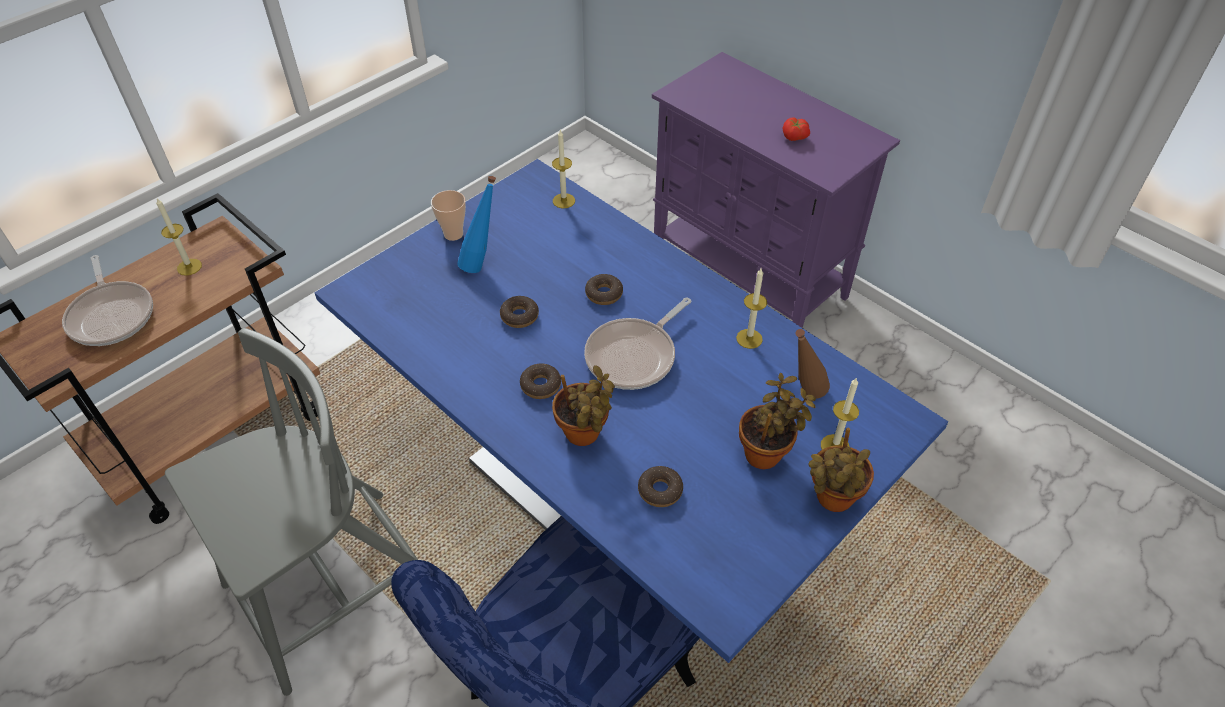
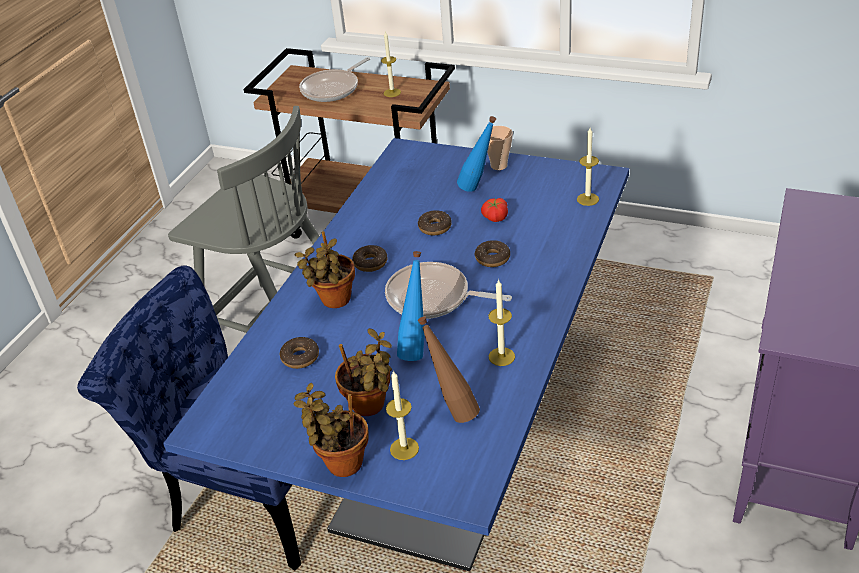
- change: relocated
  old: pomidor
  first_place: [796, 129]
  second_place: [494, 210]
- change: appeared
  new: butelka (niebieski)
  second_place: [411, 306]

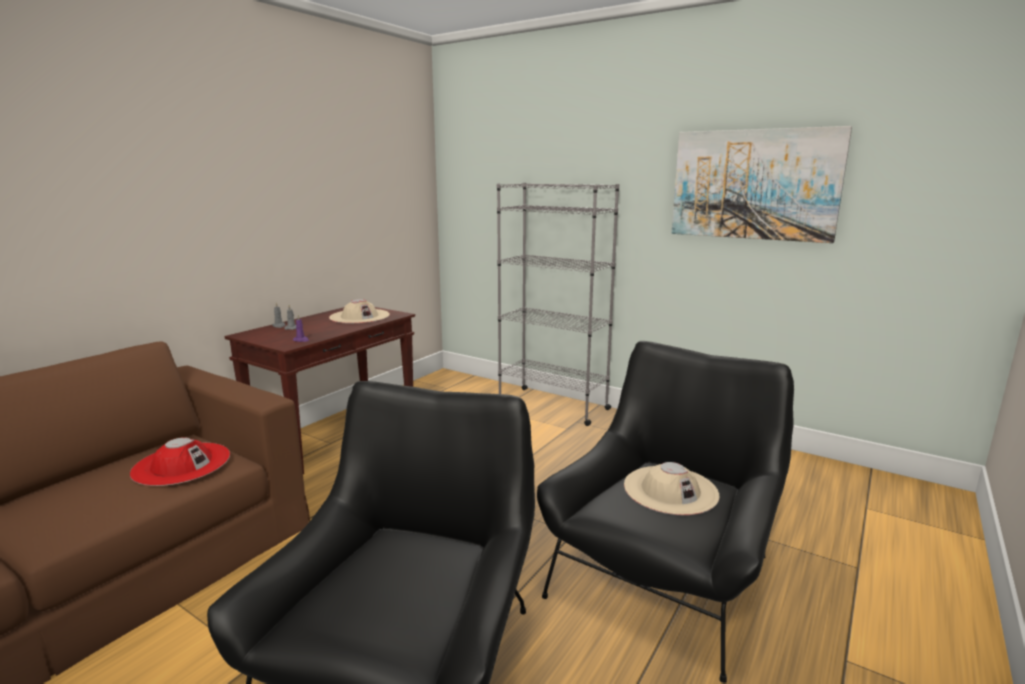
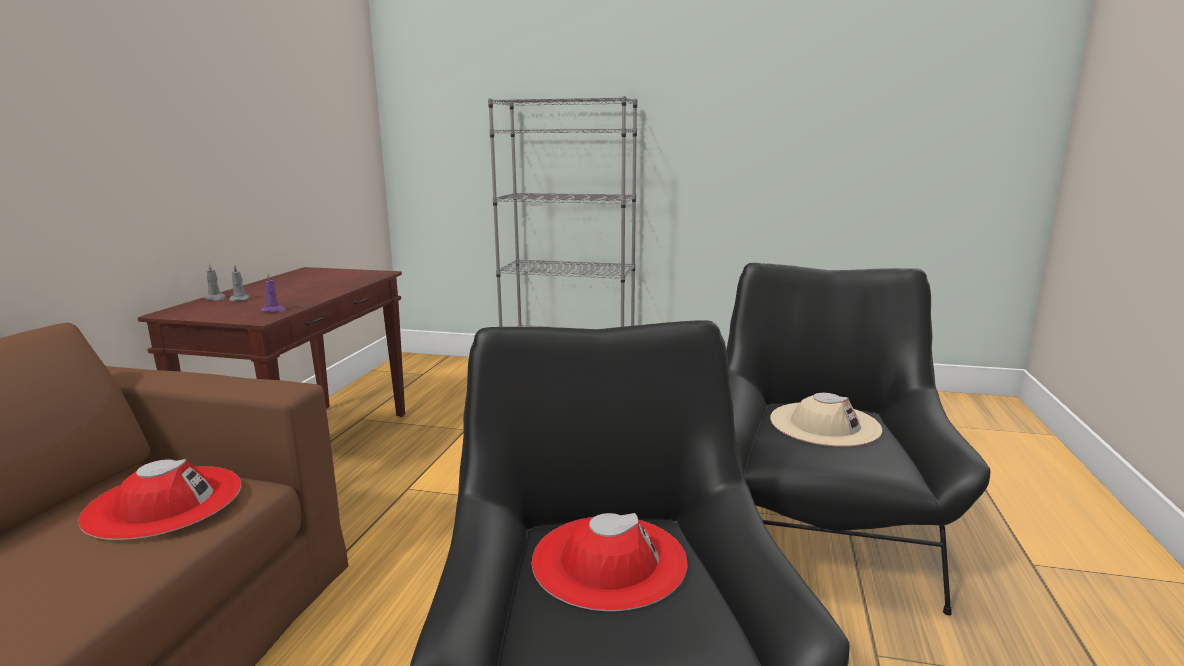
- change: missing
  old: obraz
  first_place: [762, 184]
- change: missing
  old: kapelusz (beżowy)
  first_place: [359, 311]
- change: appeared
  new: kapelusz (czerwony)
  second_place: [609, 562]

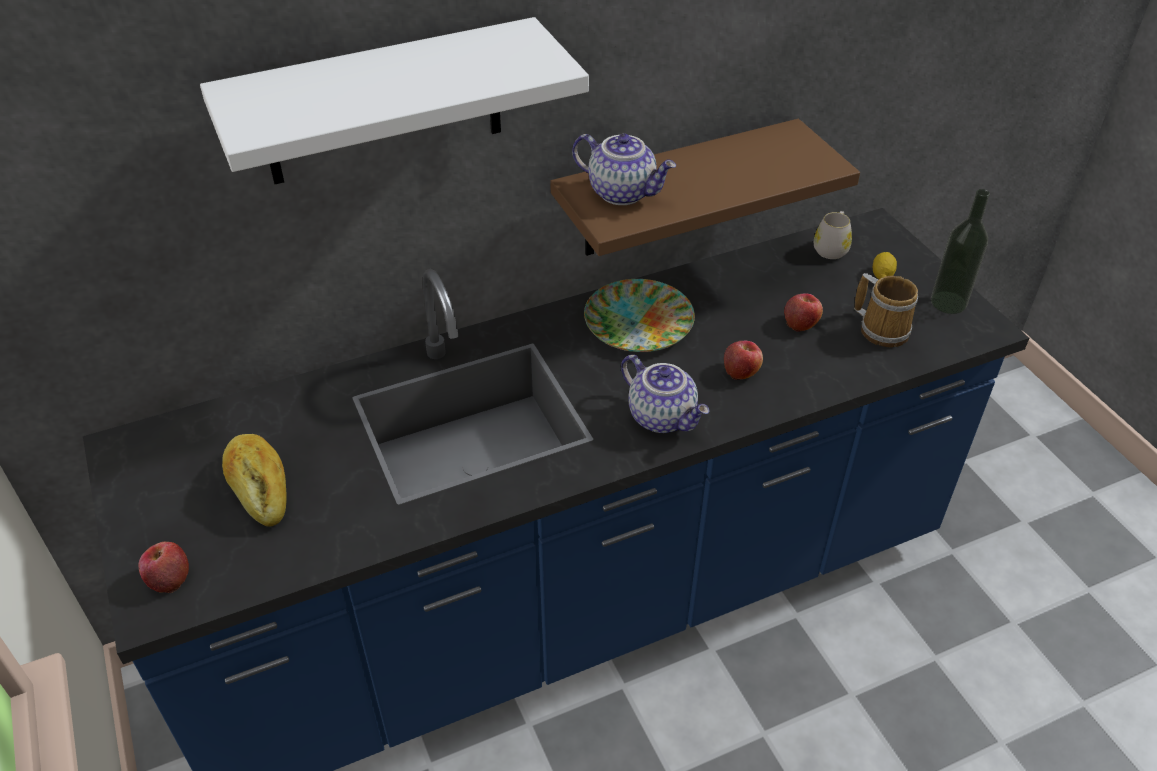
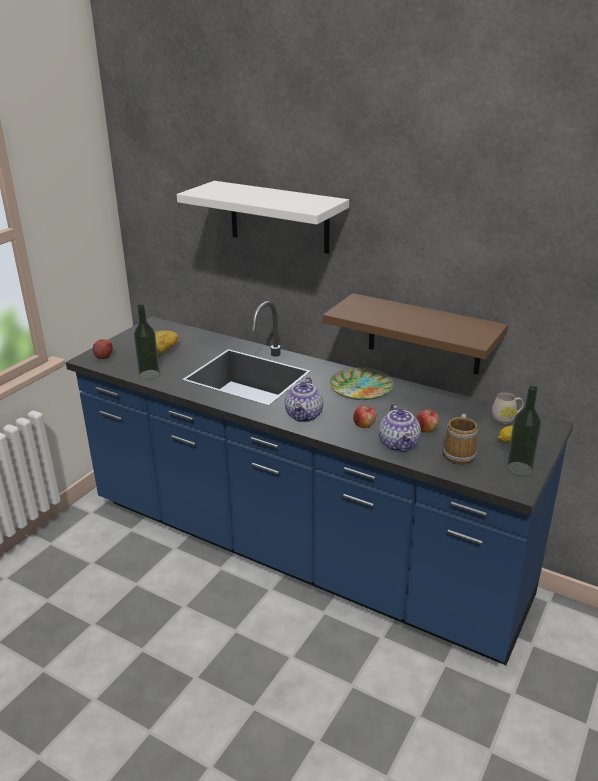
- change: relocated
  old: imbryk
  first_place: [624, 169]
  second_place: [400, 427]
- change: appeared
  new: butelka
  second_place: [147, 341]

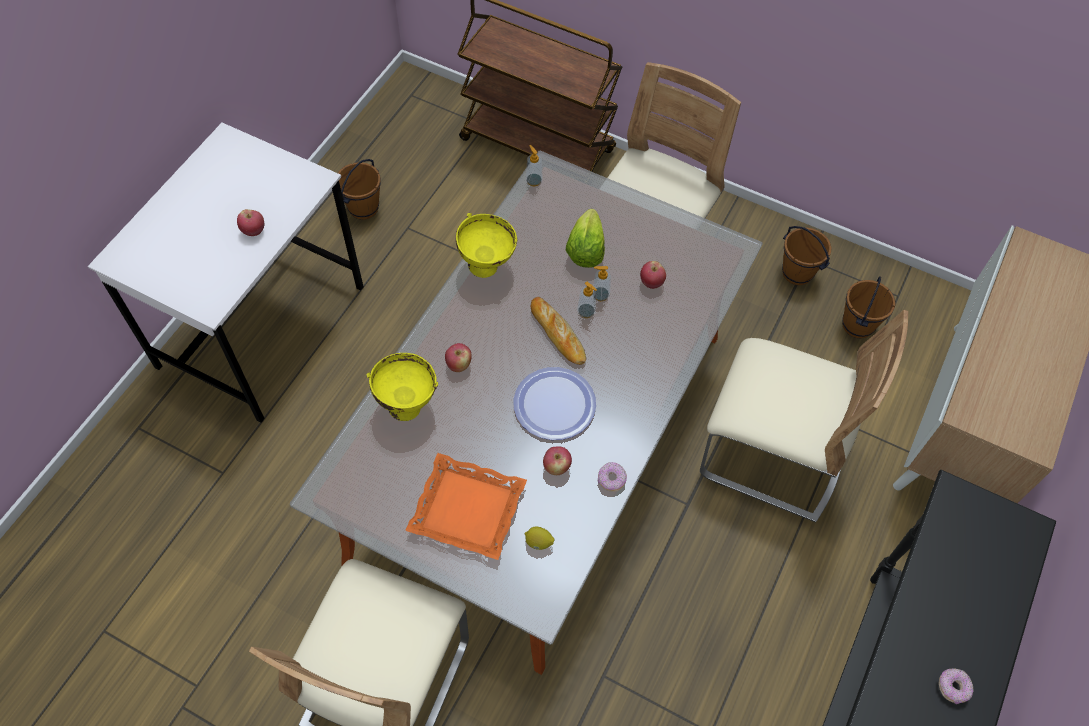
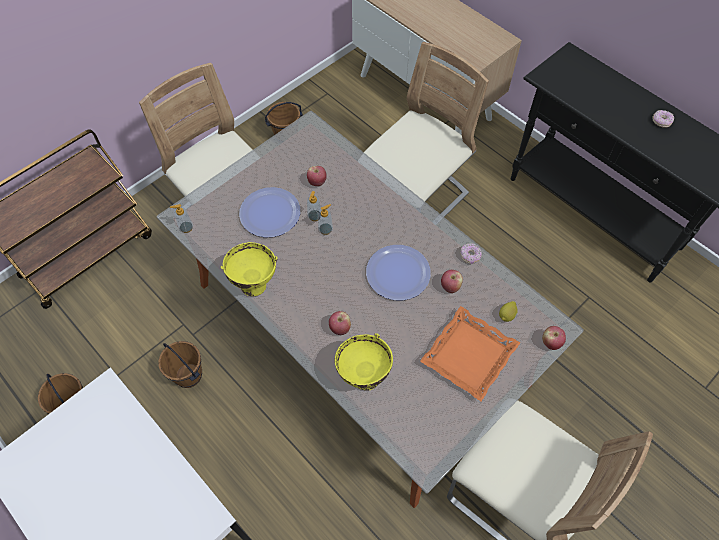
- change: relocated
  old: jabłko
  first_place: [250, 222]
  second_place: [554, 338]
- change: exchanged
  old: sałata
  new: talerz
  first_place: [585, 238]
  second_place: [269, 212]
- change: relocated
  old: wiadro (brązowy)
  first_place: [868, 307]
  second_place: [180, 364]
- change: missing
  old: chleb
  first_place: [558, 331]

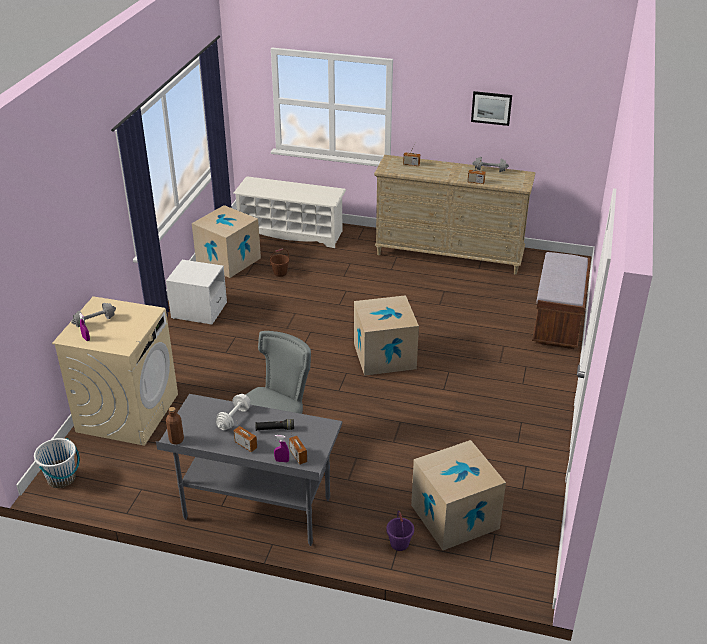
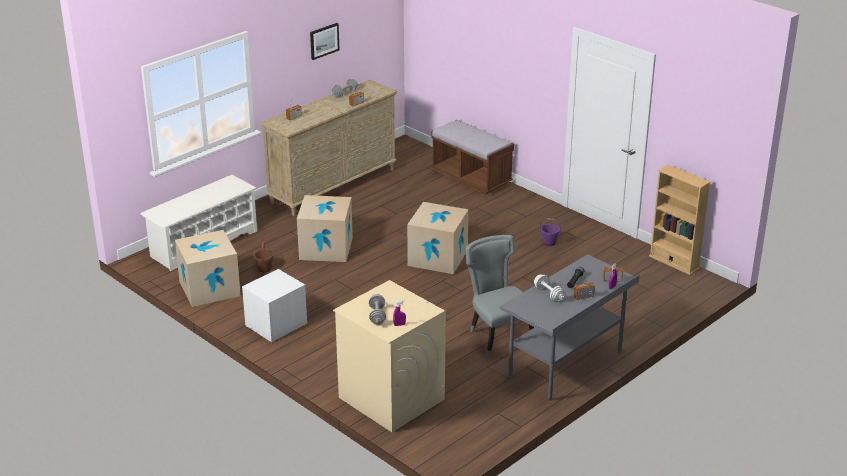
- change: missing
  old: butelka (brązowy)
  first_place: [175, 426]
- change: missing
  old: wiadro (biały)
  first_place: [57, 463]
- change: relocated
  old: karton
  first_place: [458, 495]
  second_place: [325, 228]
- change: relocated
  old: wiadro (fioletowy)
  first_place: [400, 531]
  second_place: [550, 232]
- change: appeared
  new: regał (beżowy)
  second_place: [680, 220]

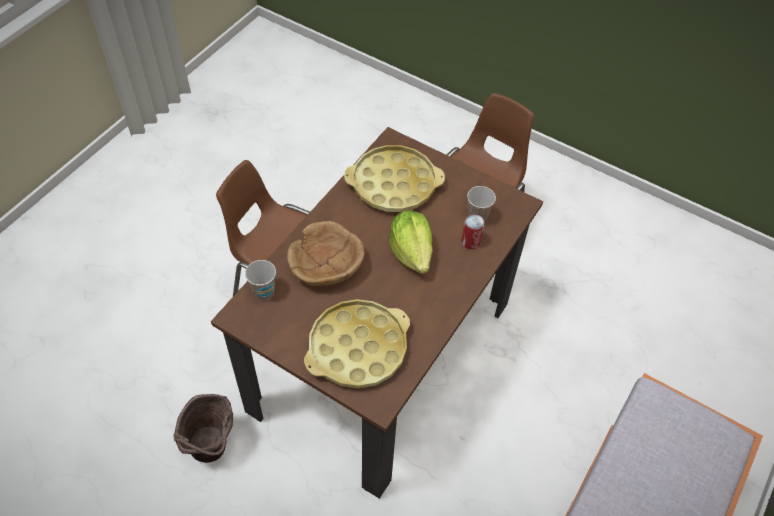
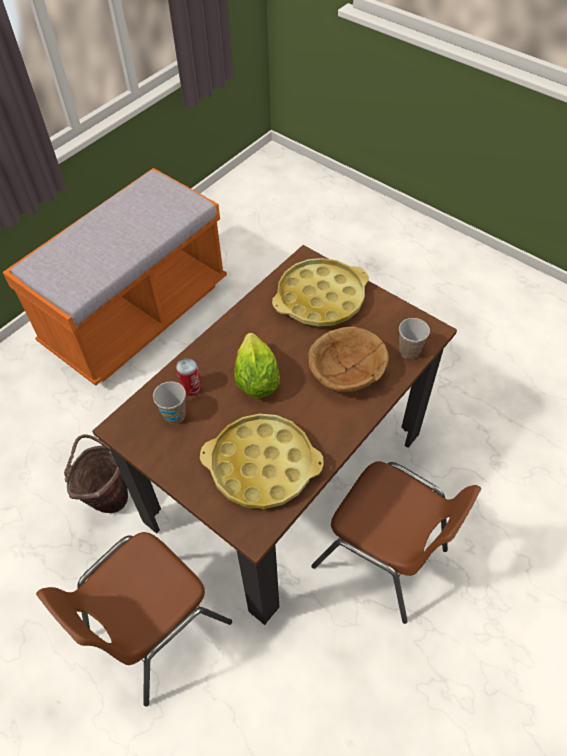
- change: relocated
  old: wiadro (brązowy)
  first_place: [203, 428]
  second_place: [96, 473]

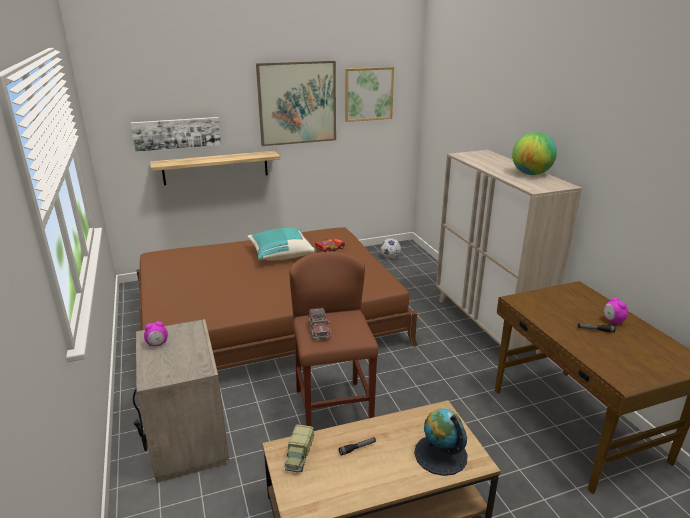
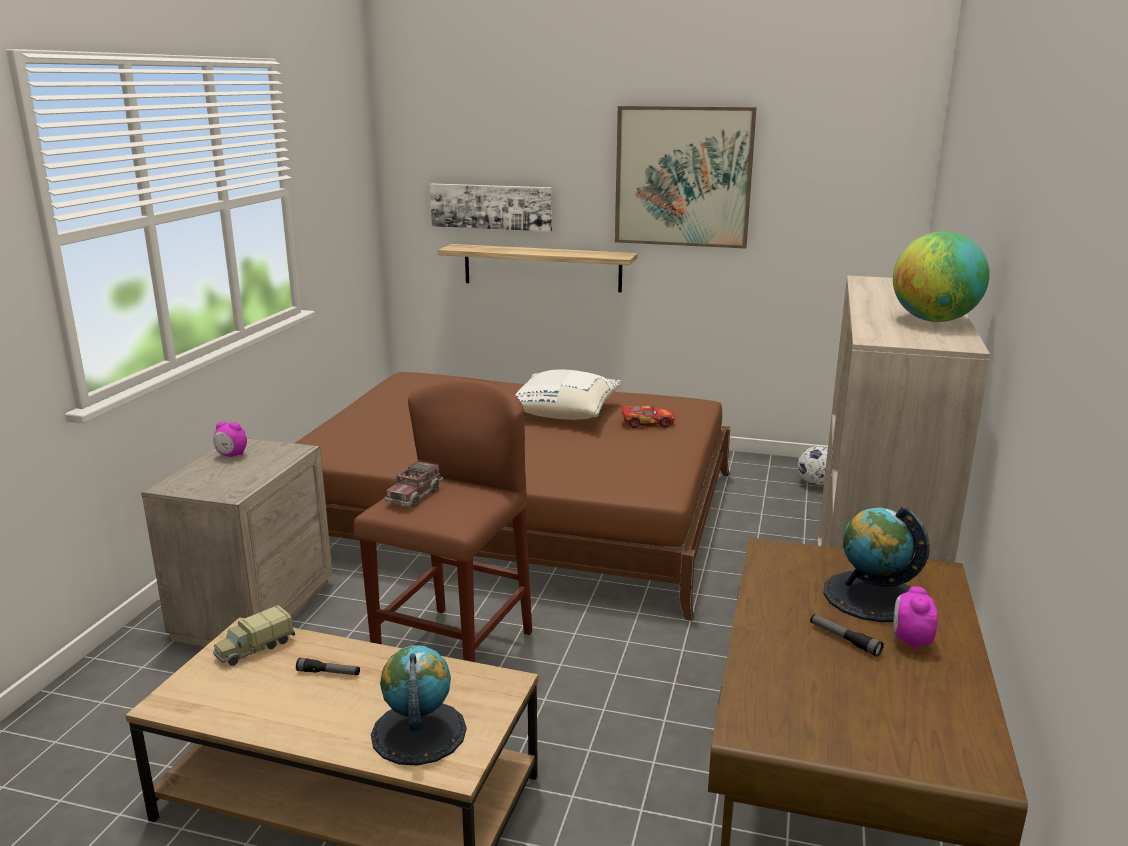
- change: missing
  old: obraz
  first_place: [369, 94]
- change: colour
  old: poduszka (turkusowy)
  new: poduszka (biały)
  first_place: [281, 244]
  second_place: [568, 395]
- change: appeared
  new: globus
  second_place: [876, 564]

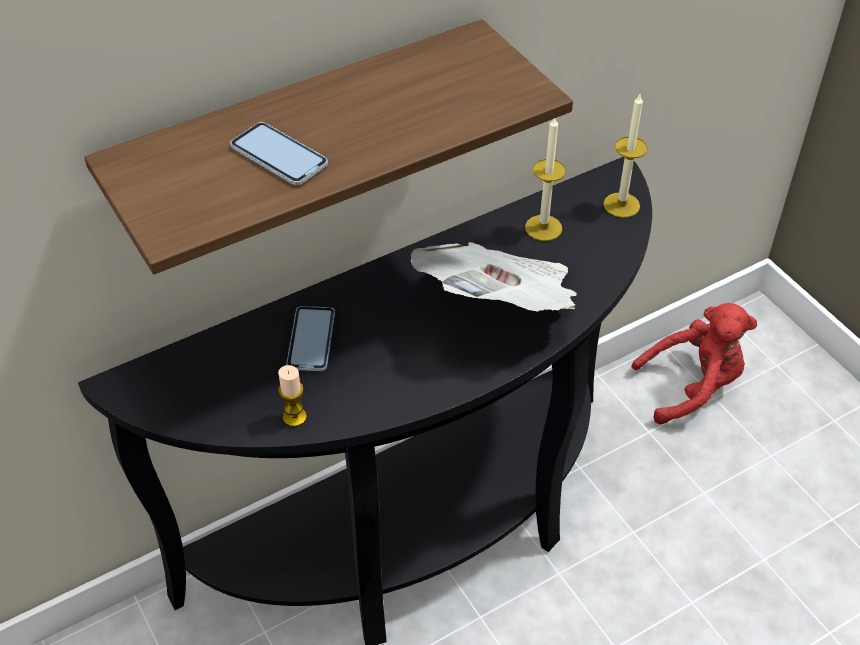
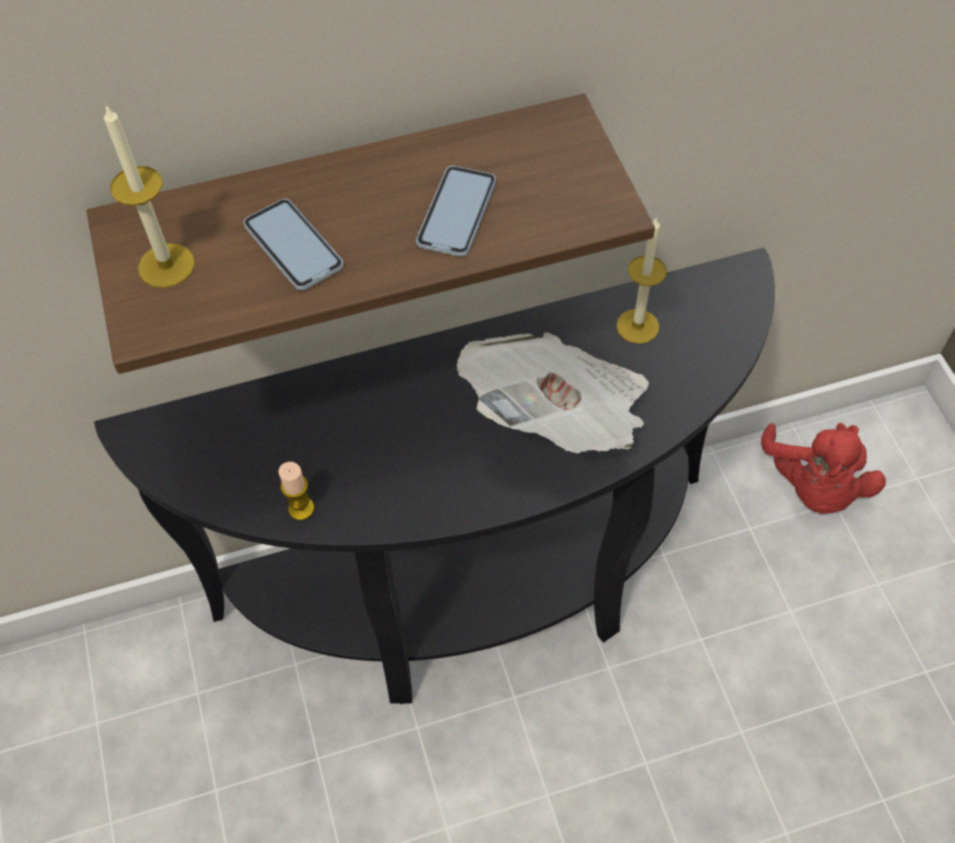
- change: relocated
  old: świeca
  first_place: [625, 156]
  second_place: [149, 196]
- change: spun
  old: pluszak (czerwony)
  first_place: [694, 363]
  second_place: [823, 468]
  degrees: 90
- change: relocated
  old: telefon
  first_place: [310, 338]
  second_place: [456, 211]

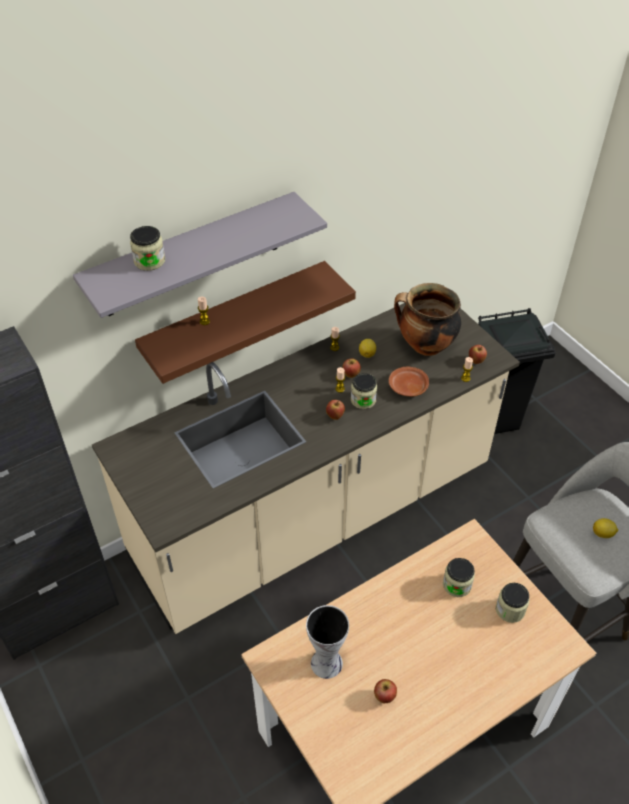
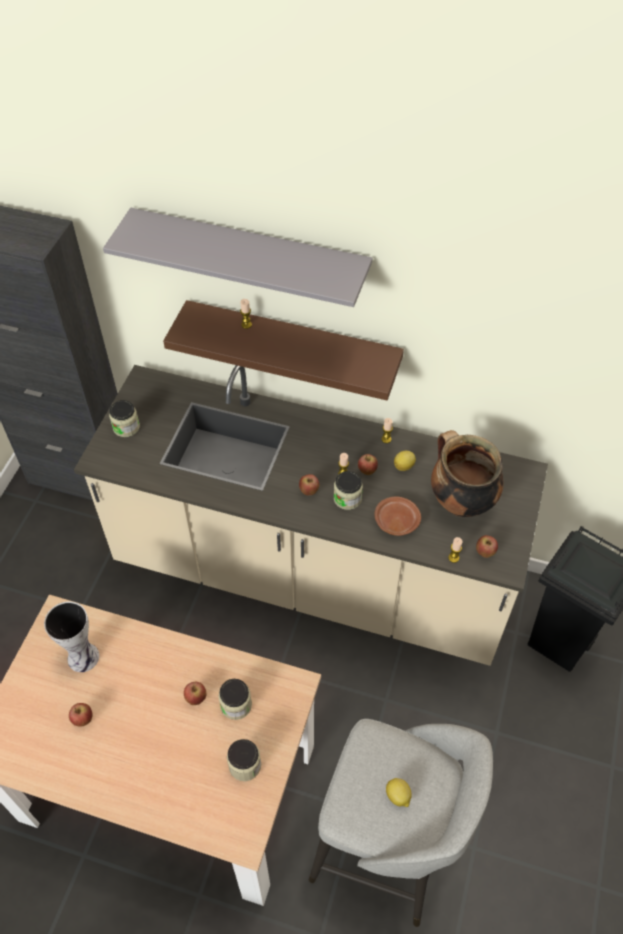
- change: relocated
  old: słoik
  first_place: [147, 248]
  second_place: [124, 418]
- change: appeared
  new: jabłko
  second_place: [195, 693]

